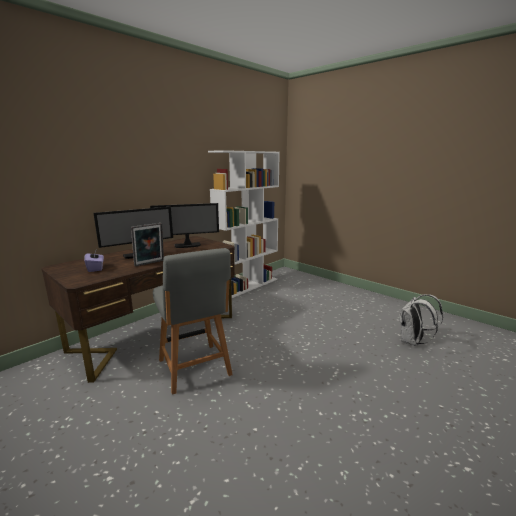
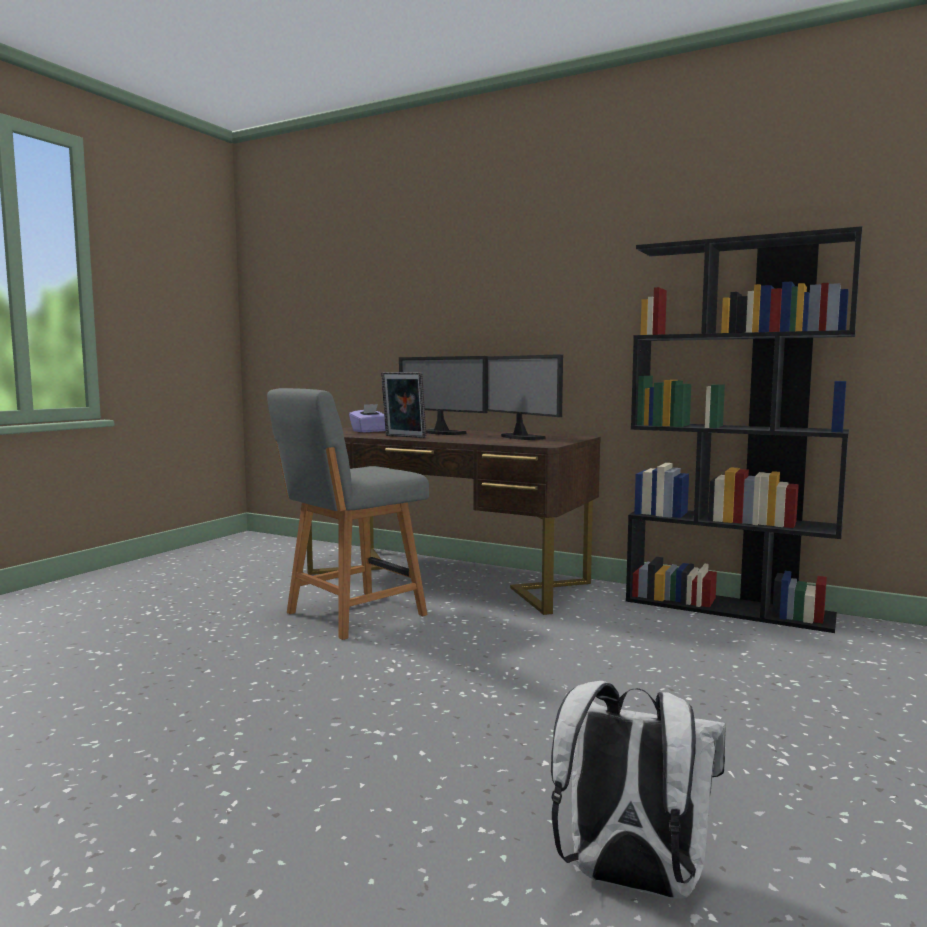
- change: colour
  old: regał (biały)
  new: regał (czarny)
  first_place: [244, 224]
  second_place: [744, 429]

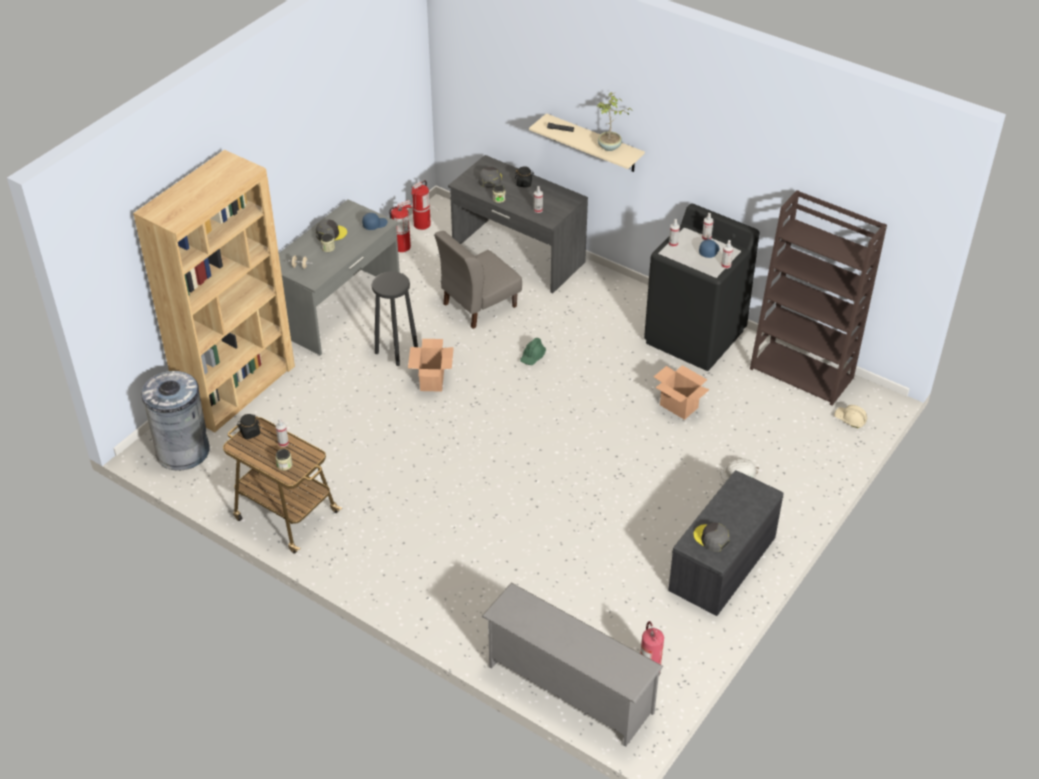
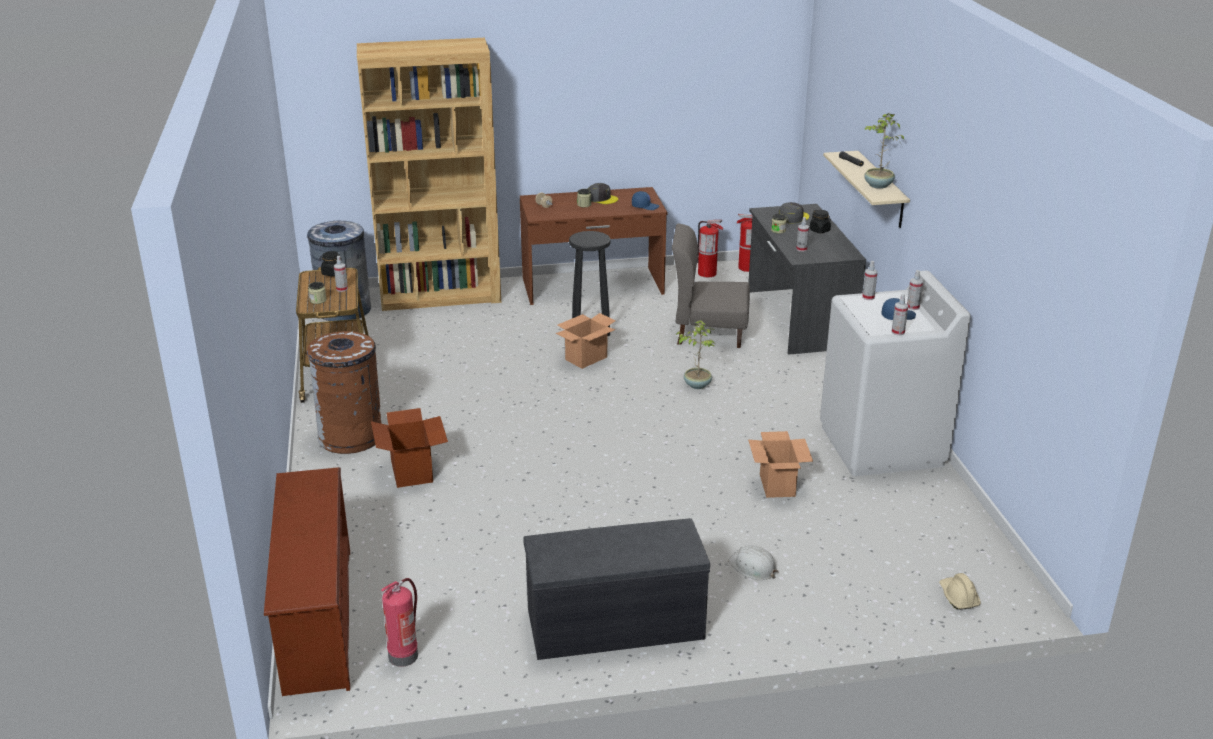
- change: missing
  old: regał (brązowy)
  first_place: [818, 298]
- change: colour
  old: biurko (szary)
  new: biurko (brązowy)
  first_place: [339, 277]
  second_place: [593, 246]
- change: colour
  old: pralka (czarny)
  new: pralka (biały)
  first_place: [702, 287]
  second_place: [895, 373]
- change: exchanged
  old: kask (zielony)
  new: roślina doniczkowa
  first_place: [533, 351]
  second_place: [695, 354]
- change: missing
  old: czapka z daszkiem (szary)
  first_place: [712, 537]
- change: colour
  old: regał na buty (szary)
  new: regał na buty (brązowy)
  first_place: [572, 665]
  second_place: [307, 581]
- change: appeared
  new: kosz na śmieci (brązowy)
  second_place: [344, 392]
- change: appeared
  new: karton
  second_place: [409, 448]

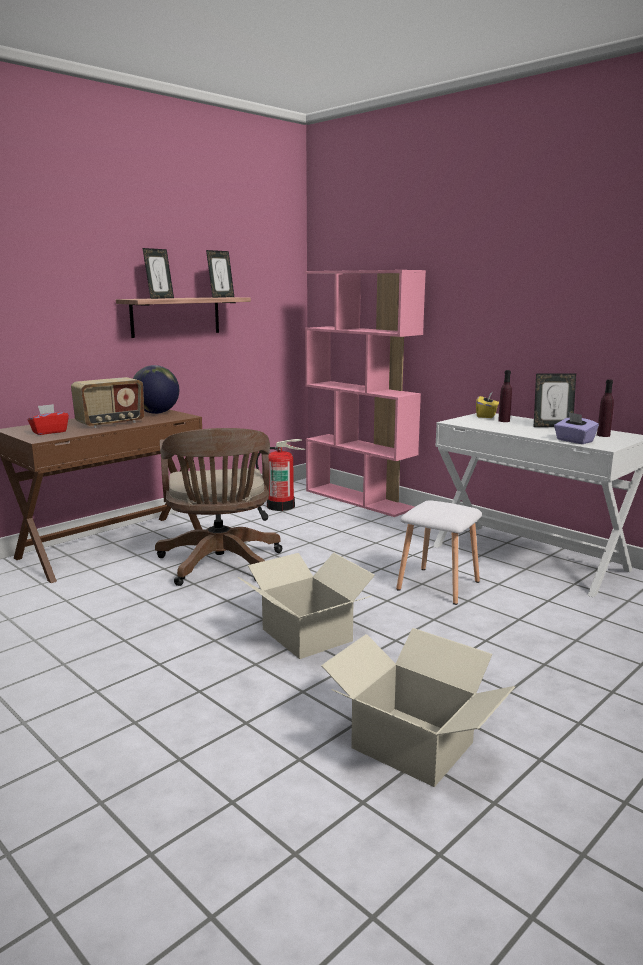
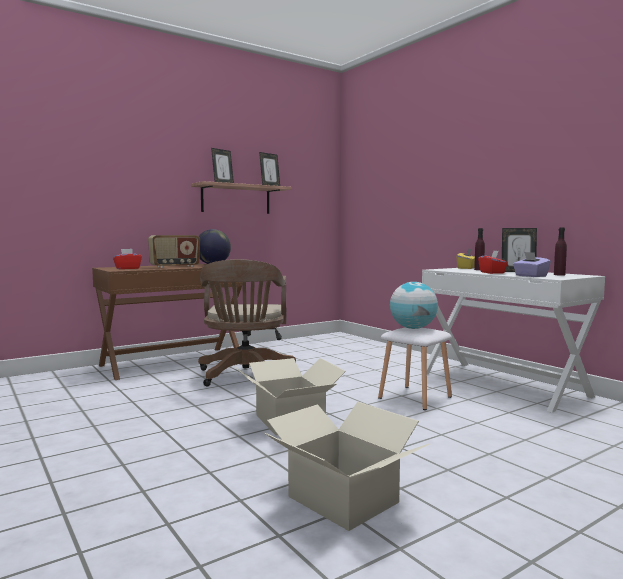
- change: missing
  old: regał (różowy)
  first_place: [365, 393]
- change: missing
  old: gaśnica
  first_place: [280, 475]
- change: appeared
  new: pudełko chusteczek (czerwony)
  second_place: [493, 262]
- change: appeared
  new: globus
  second_place: [414, 305]

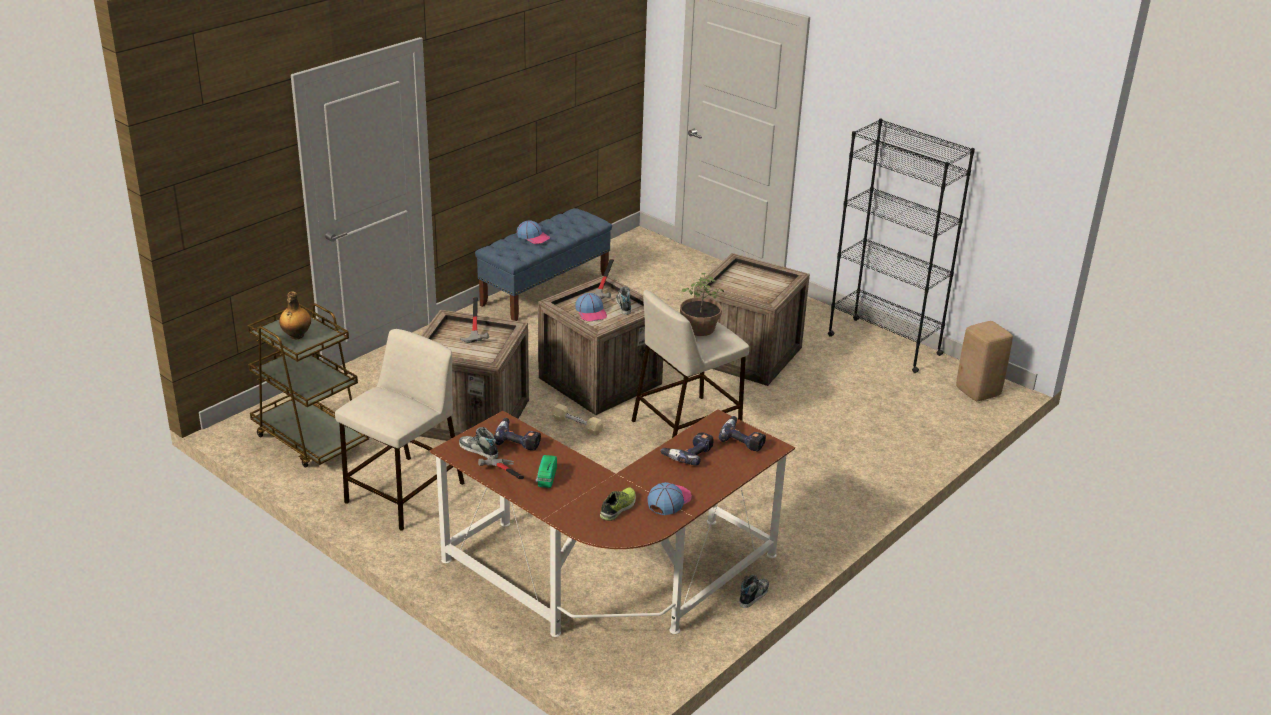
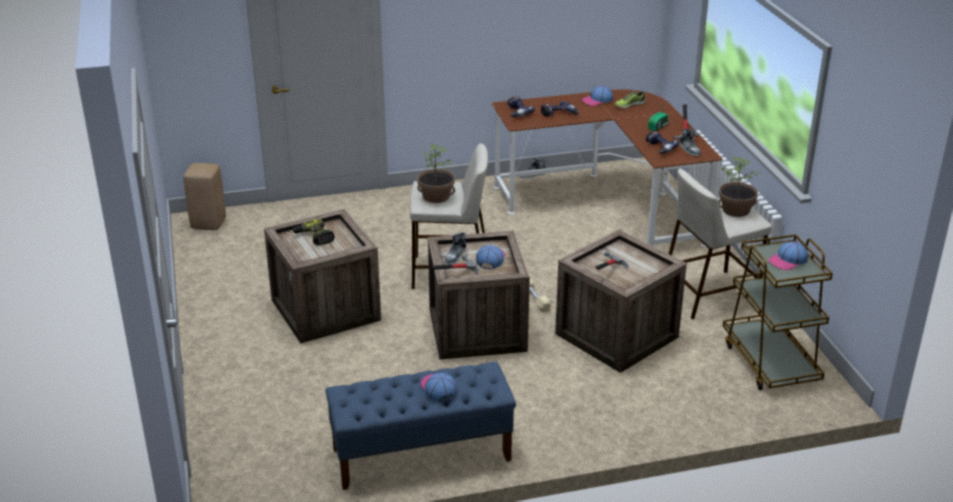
- change: missing
  old: regał (czarny)
  first_place: [901, 246]
- change: exchanged
  old: butelka
  new: czapka z daszkiem
  first_place: [295, 316]
  second_place: [788, 256]
- change: appeared
  new: roślina doniczkowa
  second_place: [739, 187]
- change: appeared
  new: wiertarka
  second_place: [313, 232]

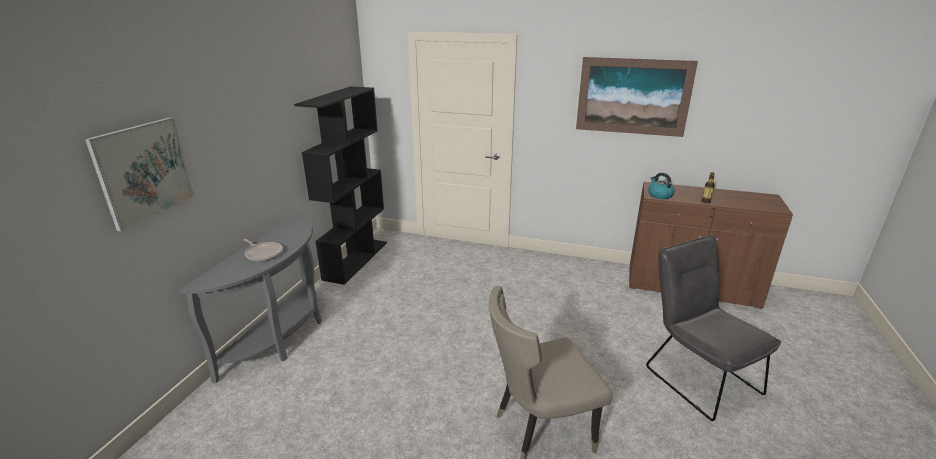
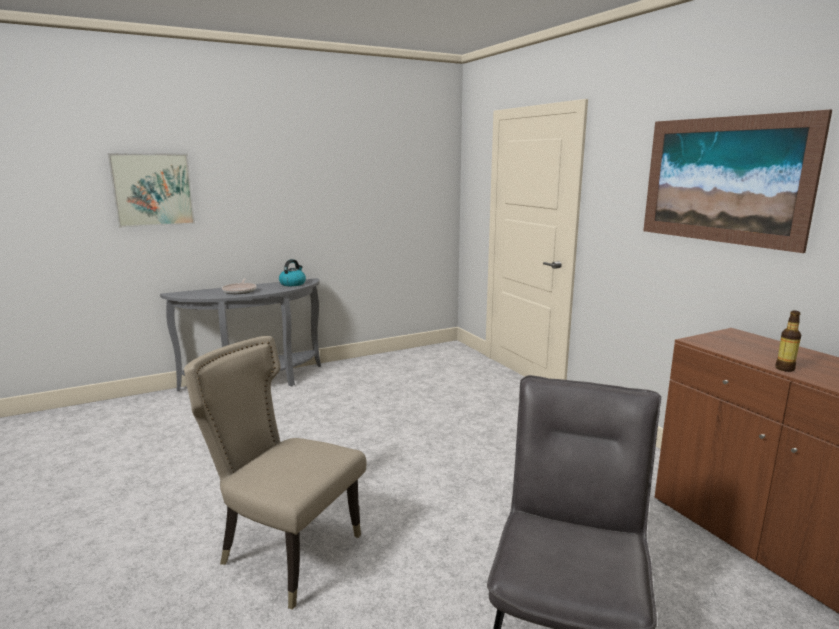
- change: missing
  old: regał (czarny)
  first_place: [340, 185]
- change: relocated
  old: czajnik
  first_place: [661, 186]
  second_place: [292, 272]

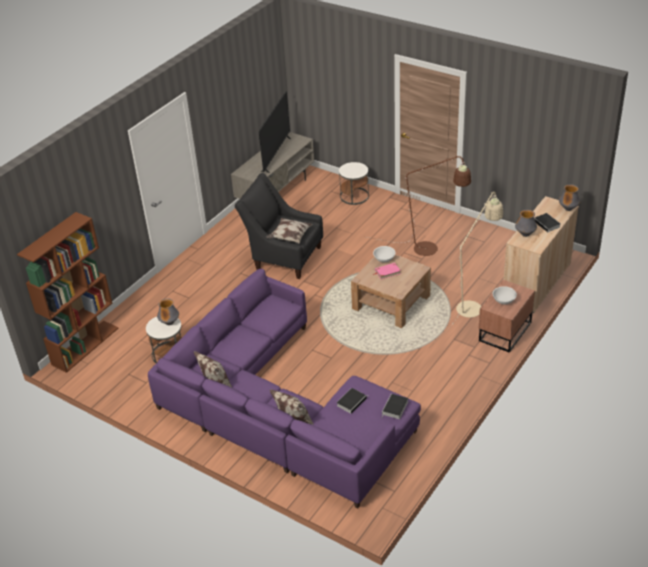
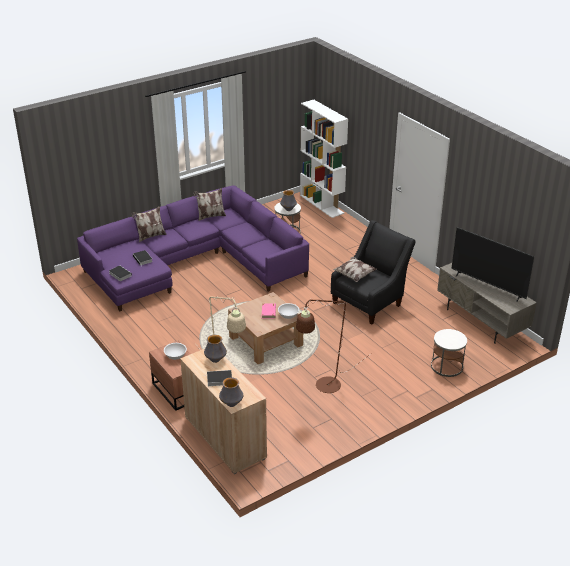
- change: colour
  old: regał (brązowy)
  new: regał (biały)
  first_place: [68, 292]
  second_place: [324, 159]

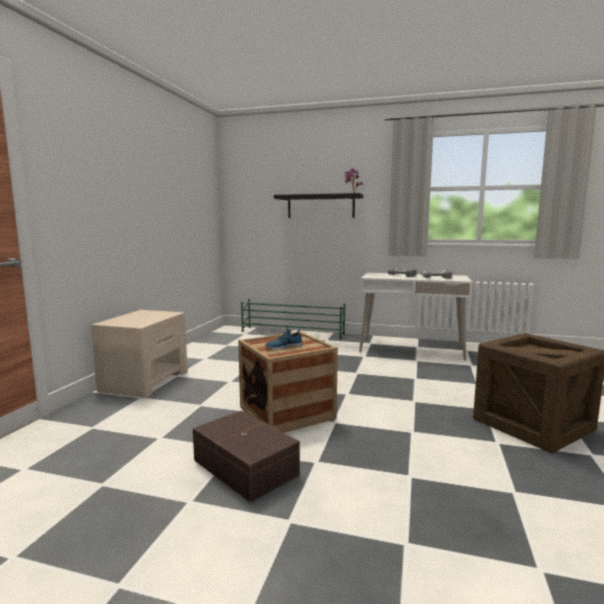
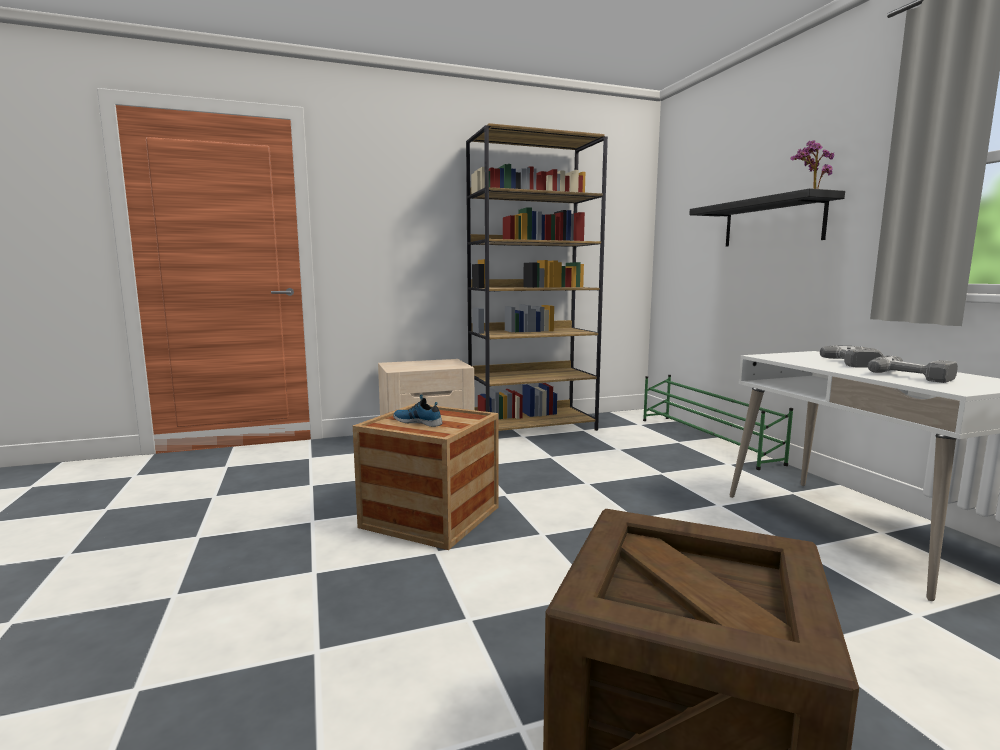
- change: missing
  old: pojemnik do przechowywania (brązowy)
  first_place: [246, 457]
- change: appeared
  new: regał (brązowy)
  second_place: [537, 277]

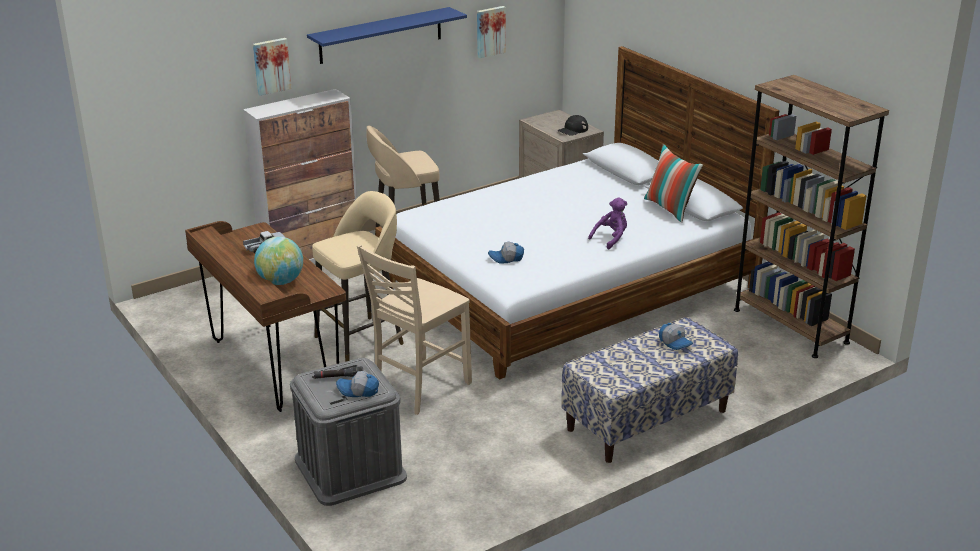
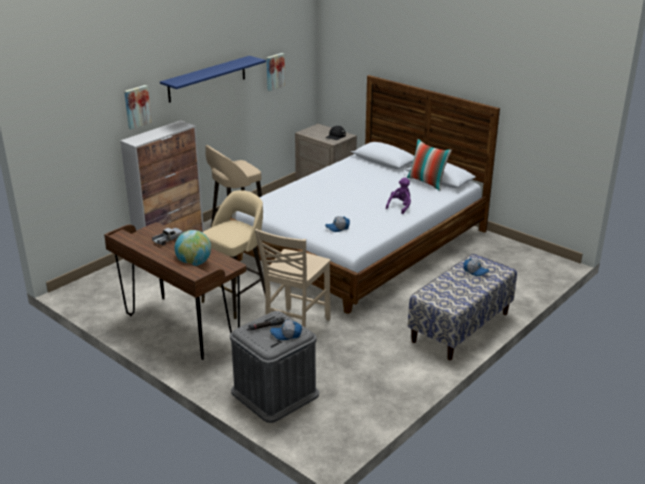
- change: missing
  old: regał (brązowy)
  first_place: [811, 216]

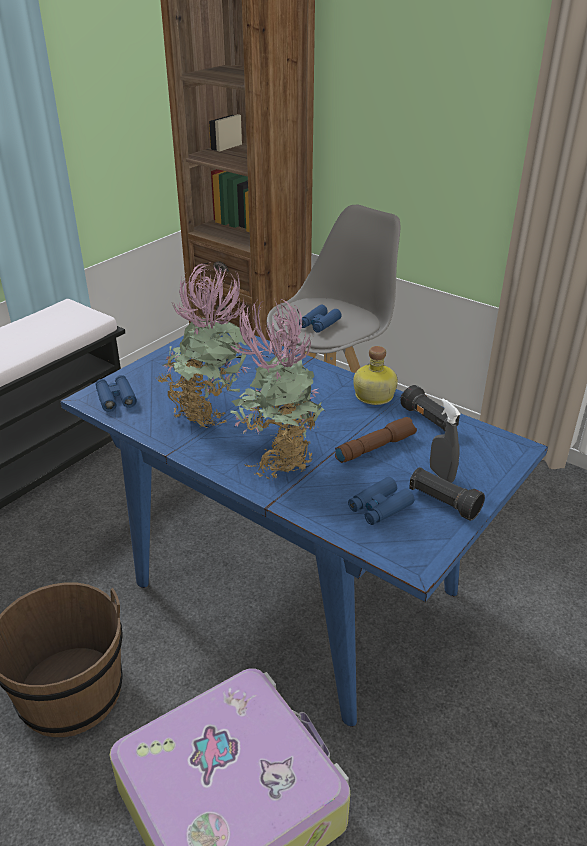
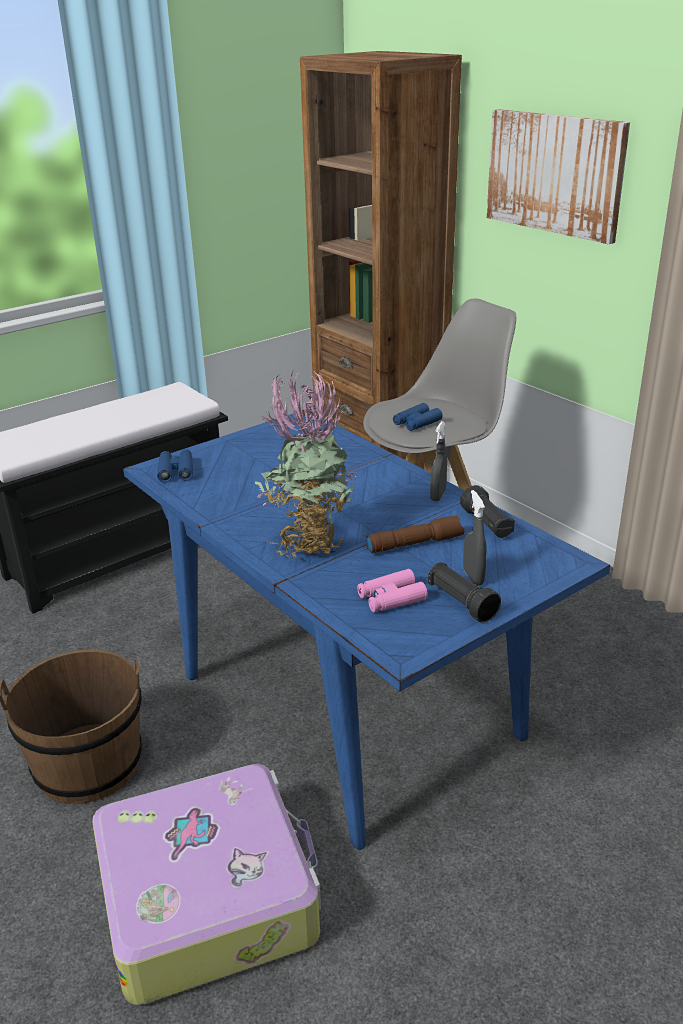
- change: missing
  old: roślina doniczkowa
  first_place: [203, 345]
- change: exchanged
  old: butelka
  new: spryskiwacz (szary)
  first_place: [375, 375]
  second_place: [438, 461]
- change: colour
  old: lornetka (niebieski)
  new: lornetka (różowy)
  first_place: [381, 501]
  second_place: [392, 590]
- change: appeared
  new: obraz
  second_place: [558, 176]

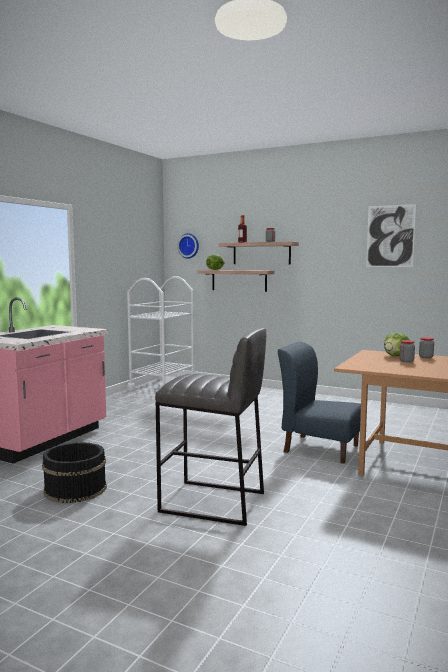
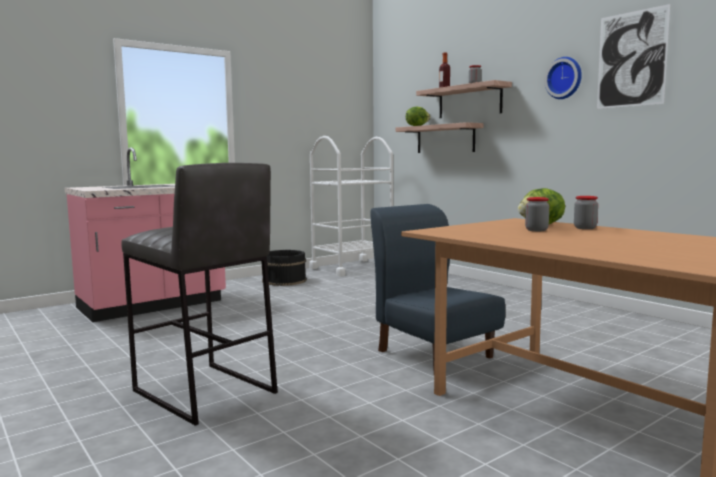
- change: relocated
  old: zegar ścienny
  first_place: [188, 246]
  second_place: [563, 78]
- change: relocated
  old: wiadro (czarny)
  first_place: [74, 472]
  second_place: [284, 268]

